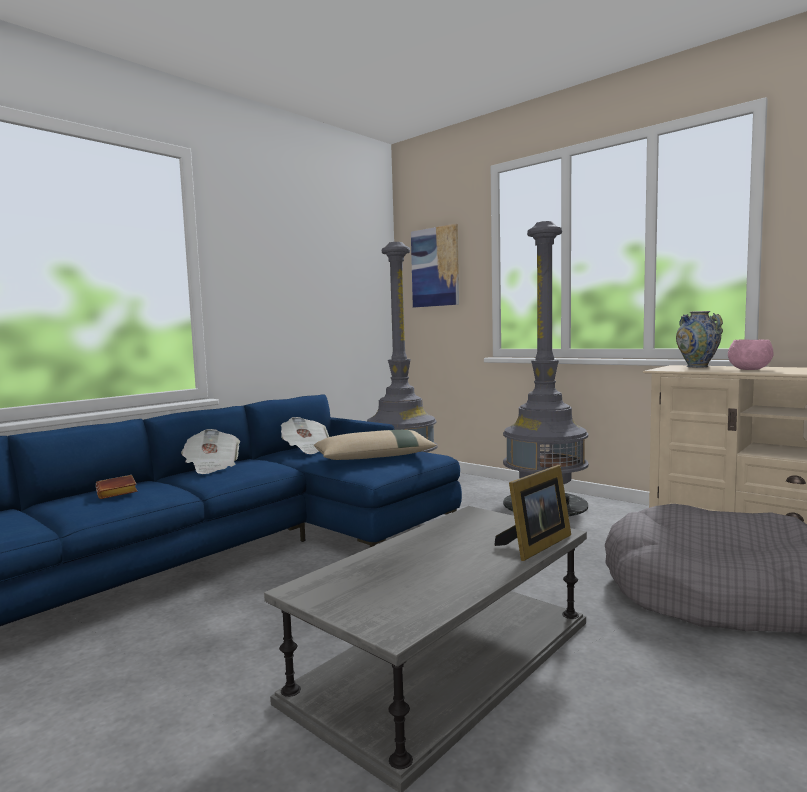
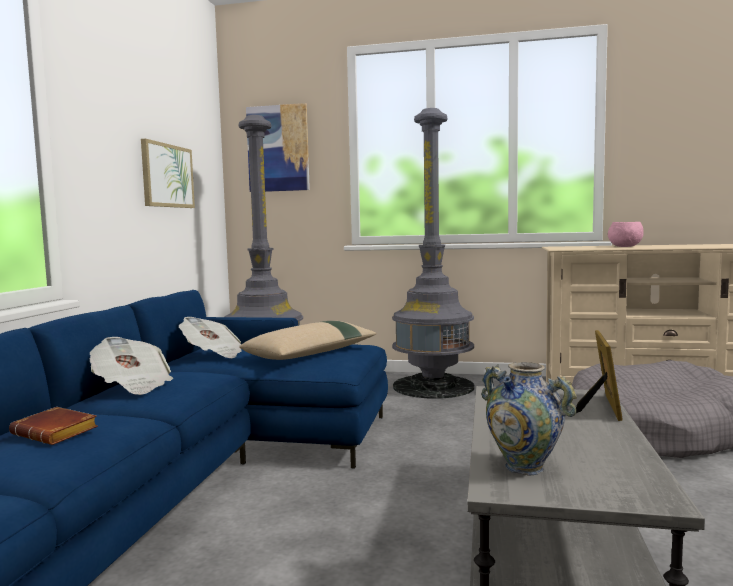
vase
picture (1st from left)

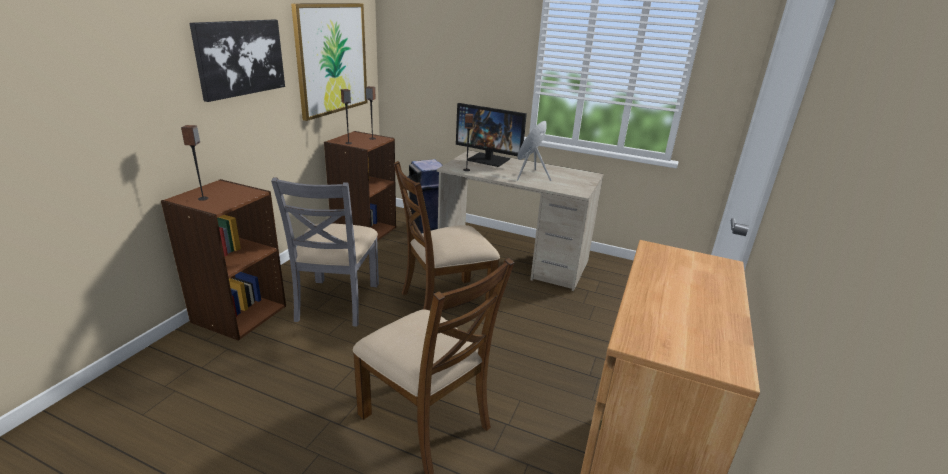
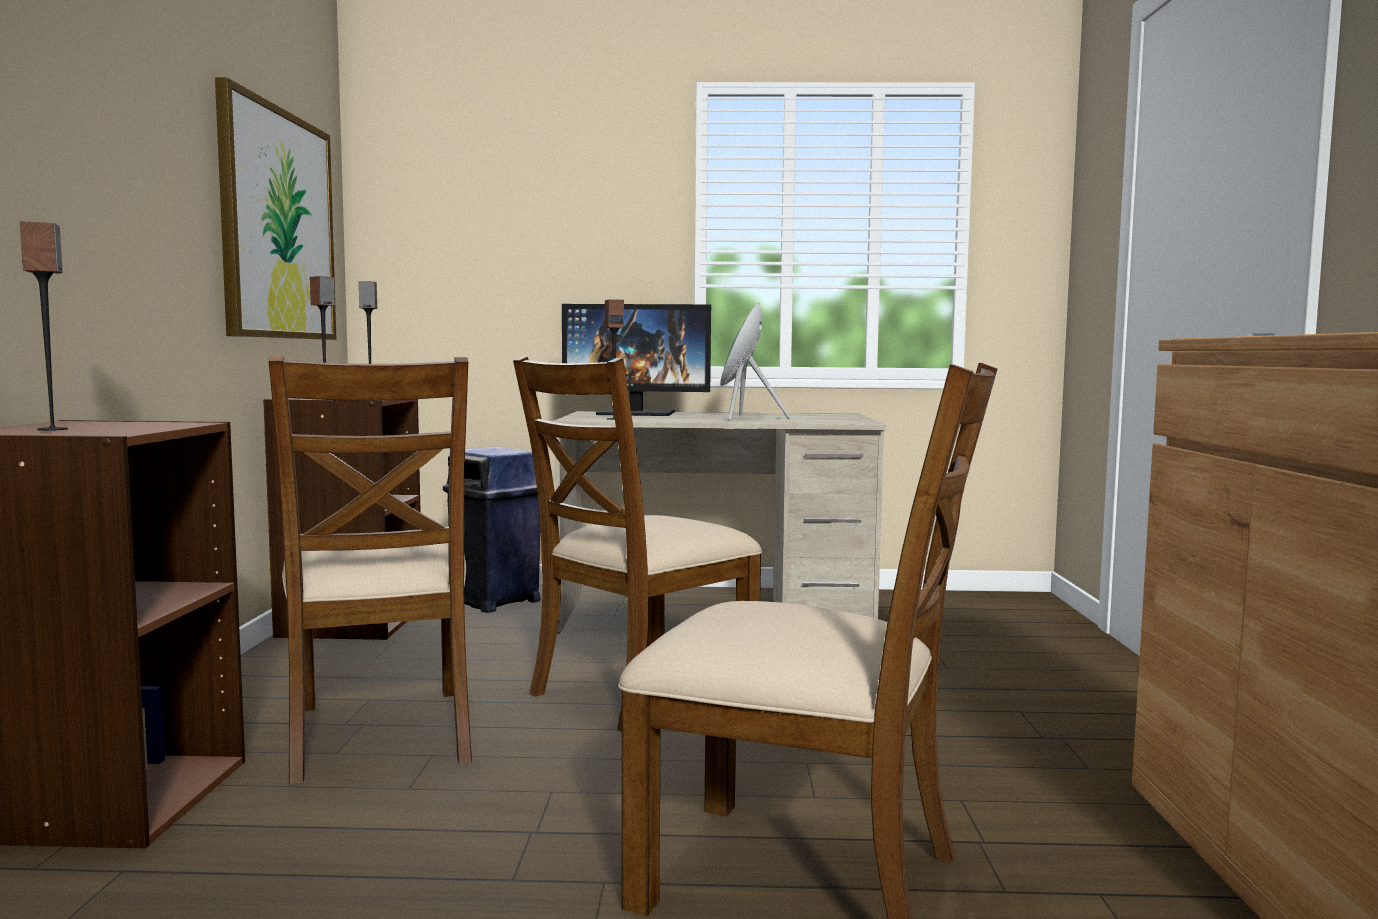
picture (1st from left in the first image)
brown chair (1st from left)

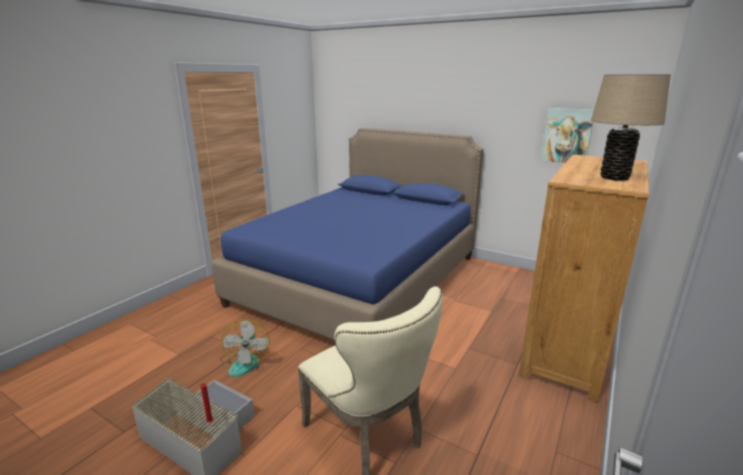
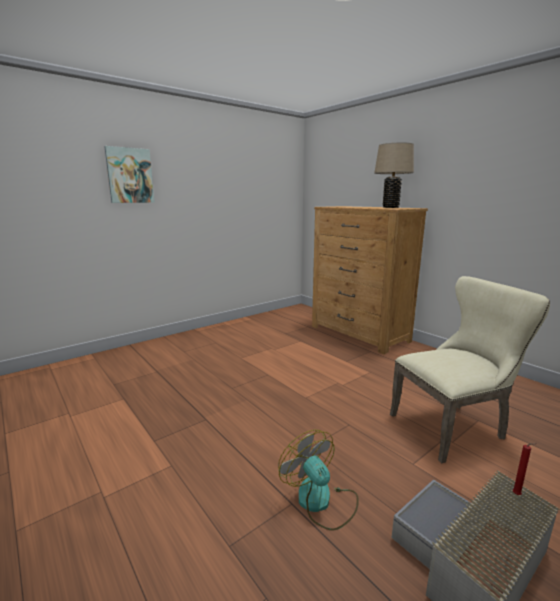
picture
blue bed
fan

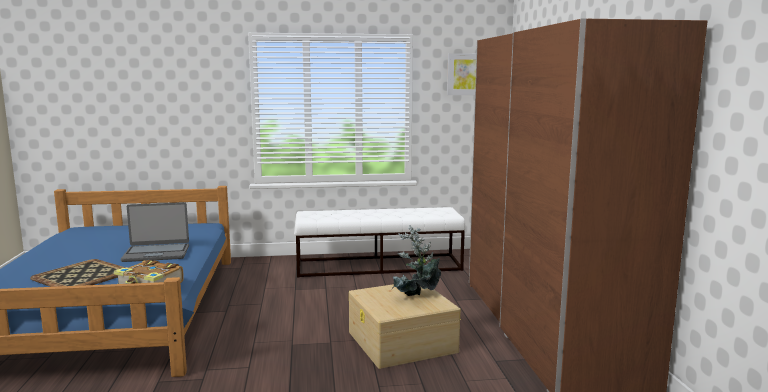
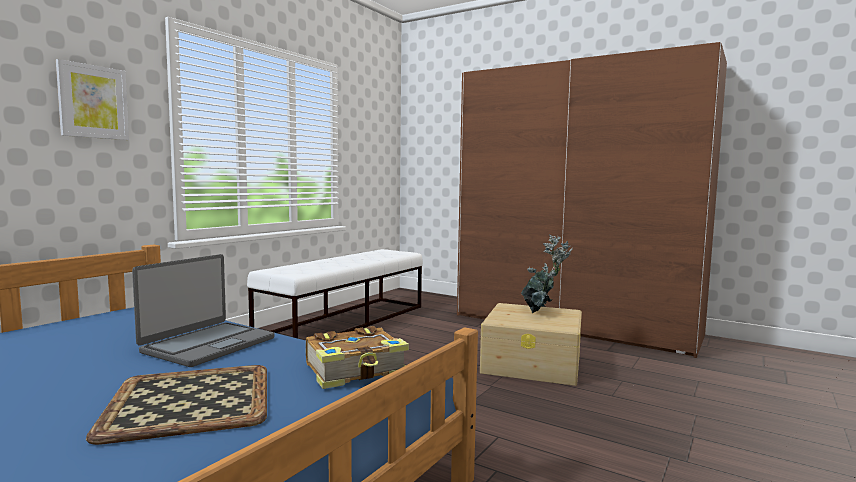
picture

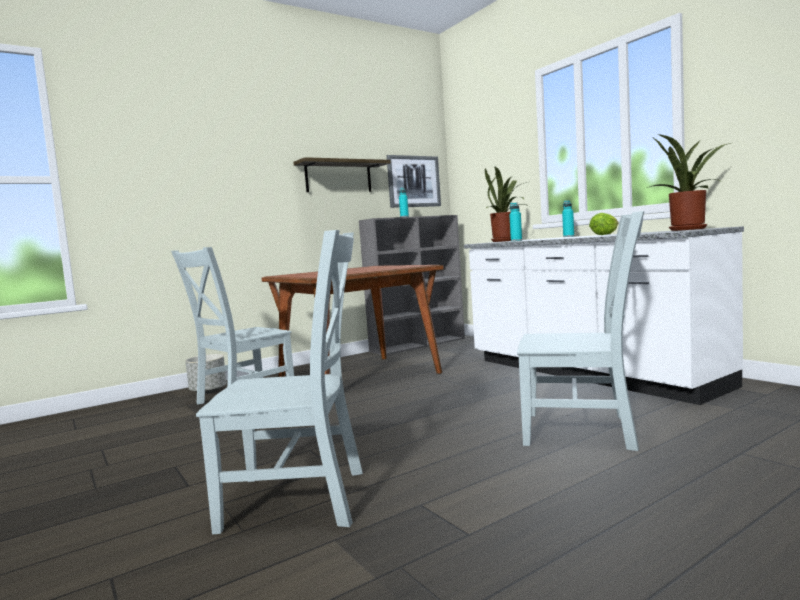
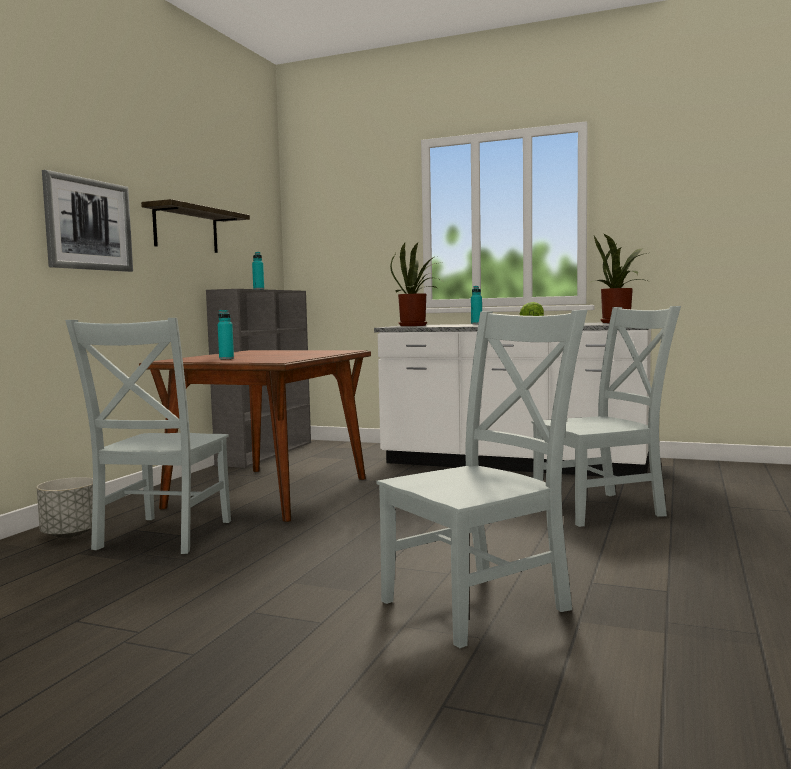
picture
turquoise bottle (1st from left)

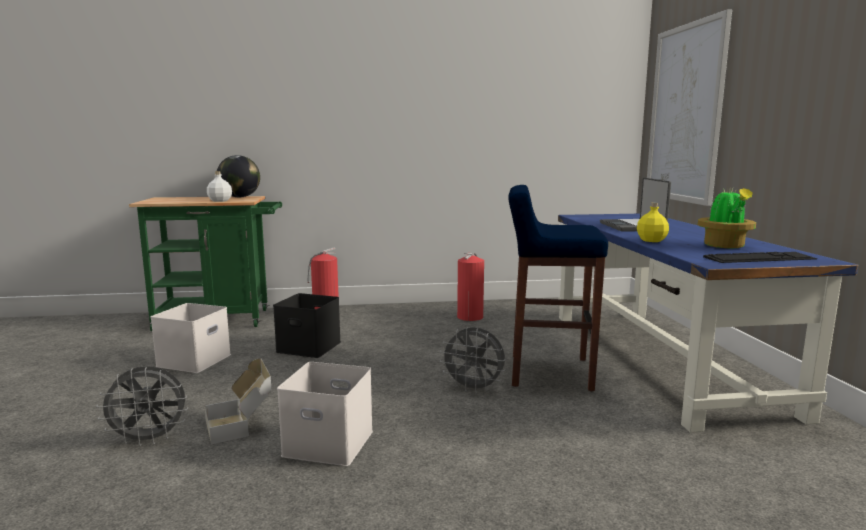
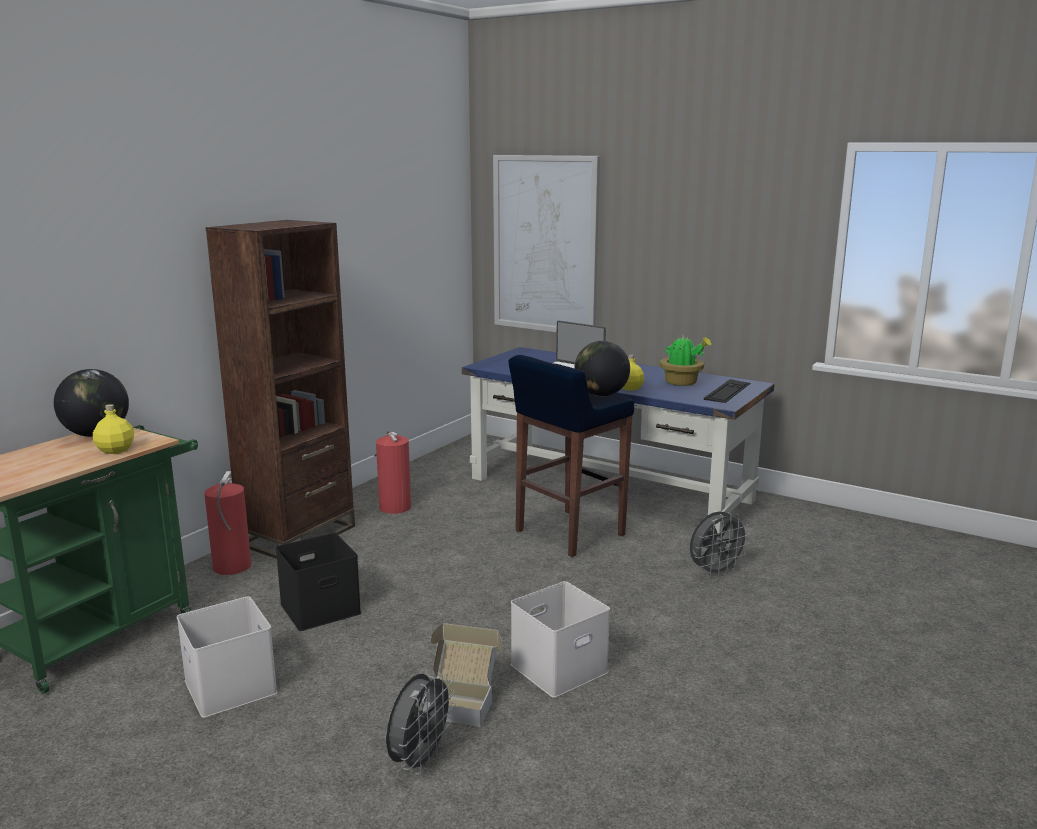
yellow bottle (1st from left)
grey fan (2nd from left)
brown bookcase
globe (2nd from left)

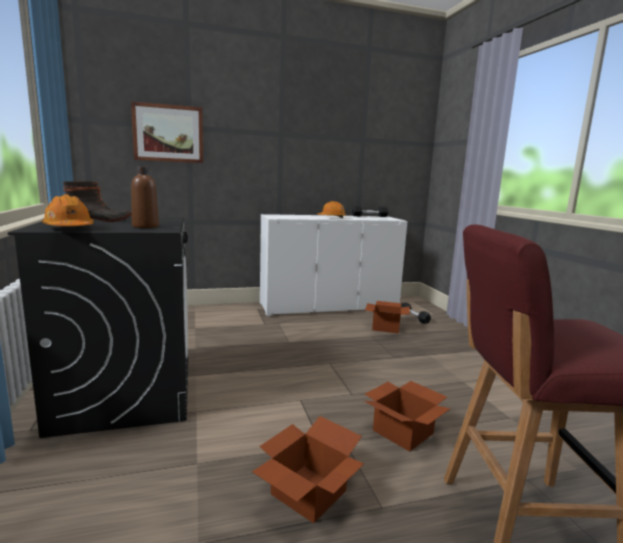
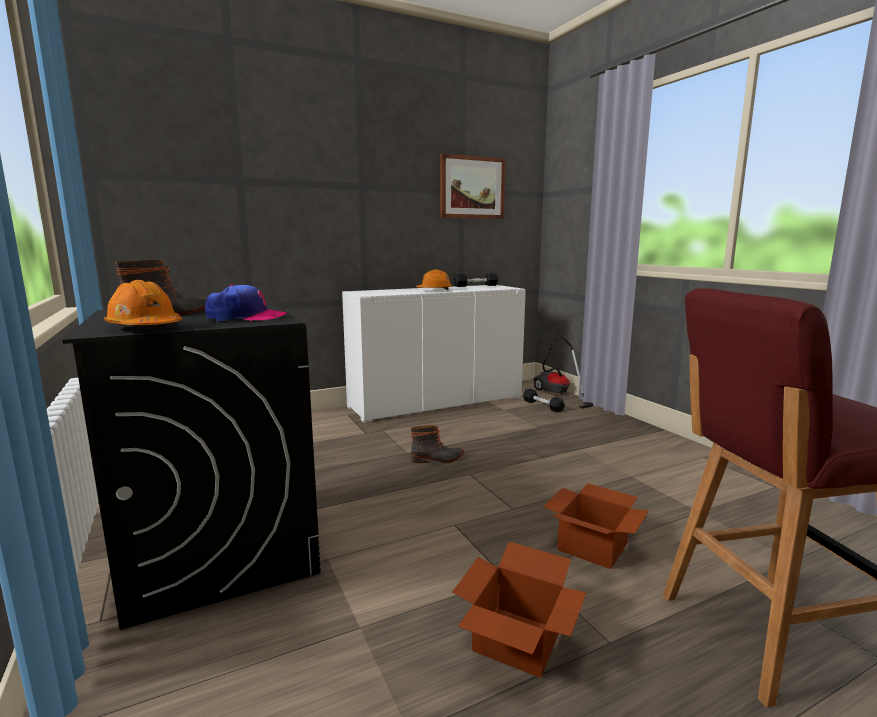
picture
cap
cardboard box (2nd from left in the first image)
vacuum cleaner
boot (2nd from left)

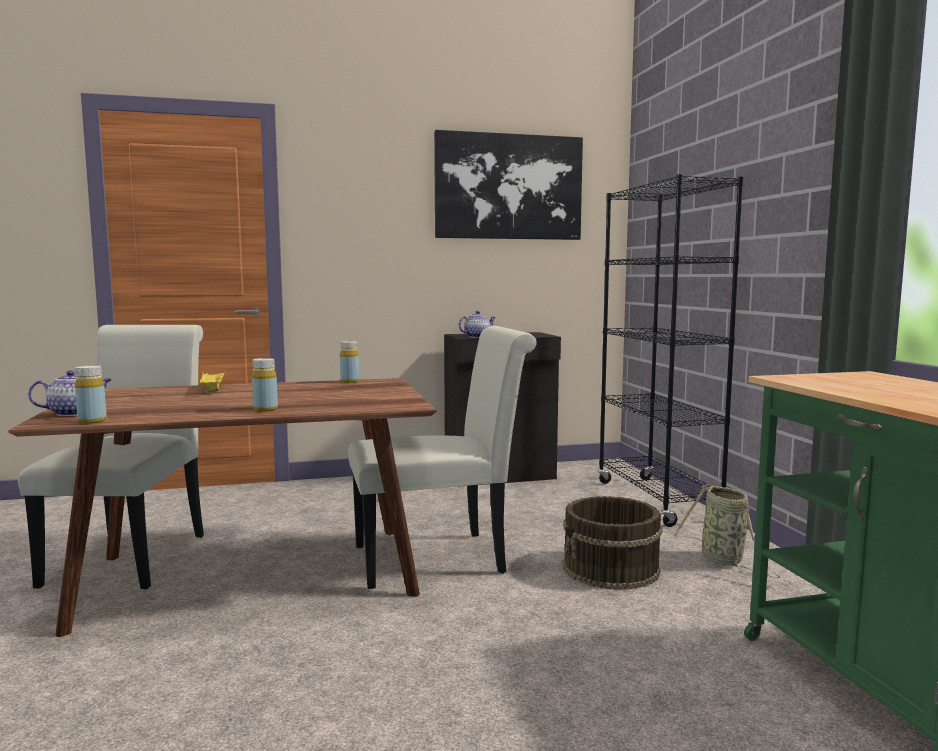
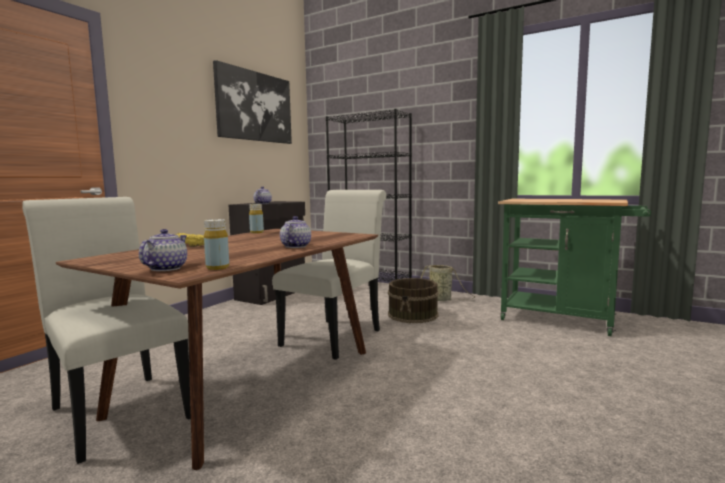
teapot (3rd from left)

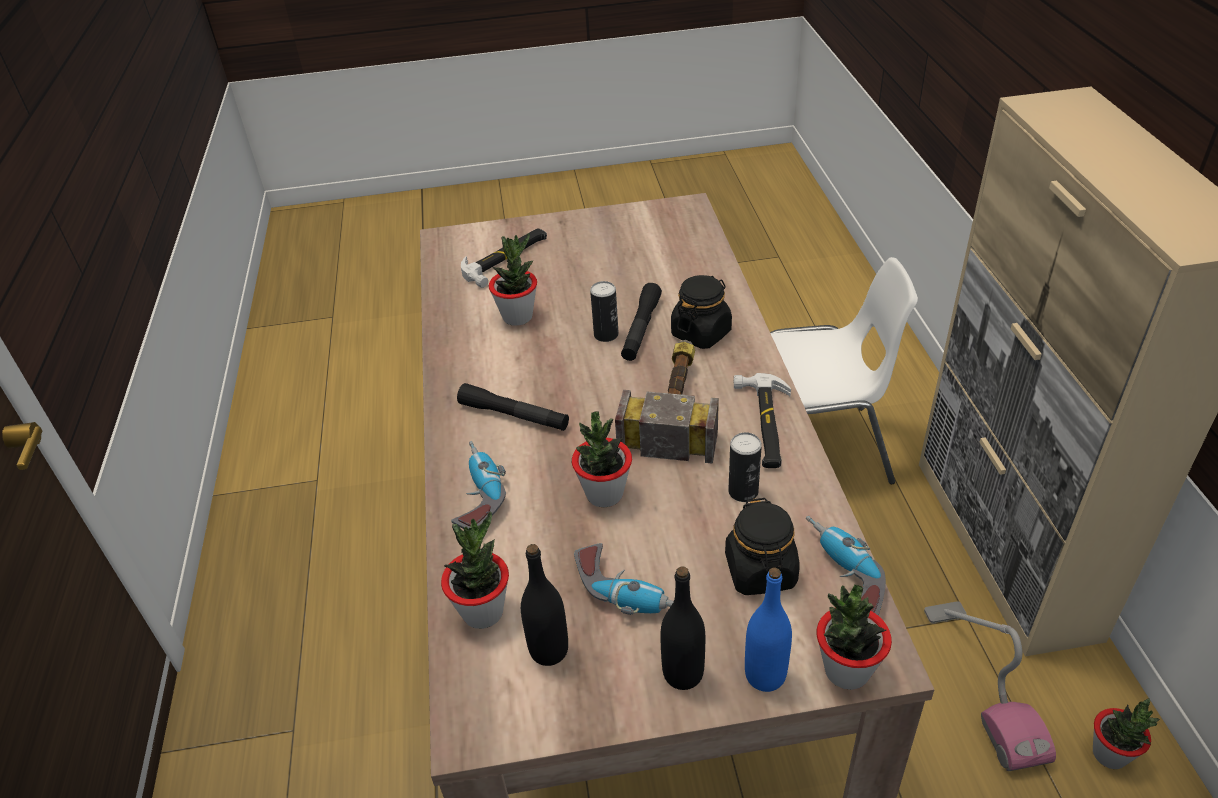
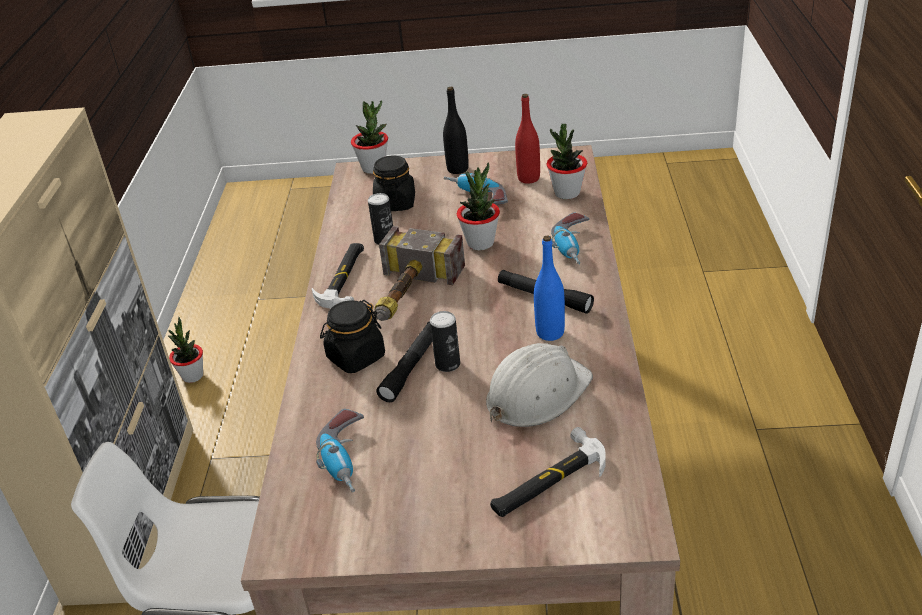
white hard hat
power drill (1st from left)
red bottle
blue bottle
vacuum cleaner

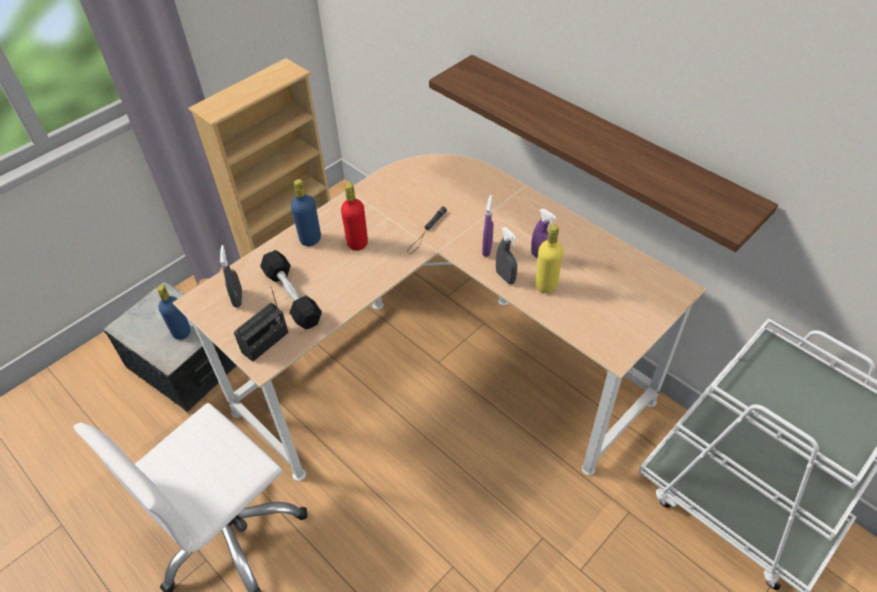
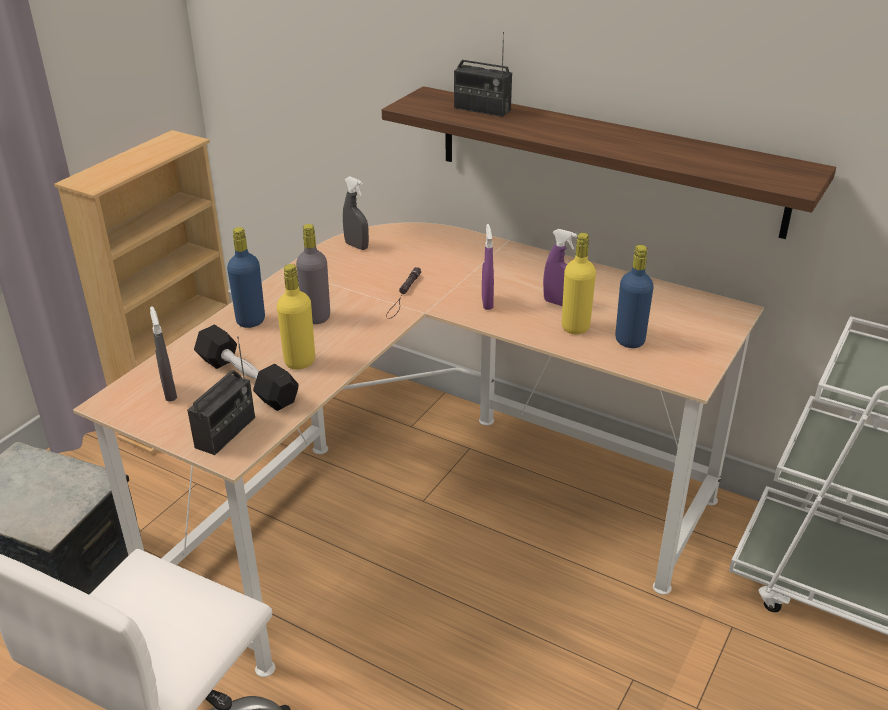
grey bottle
grey spray bottle (2nd from left)
blue bottle (2nd from left)
radio (2nd from left)
yellow bottle (1st from left)

